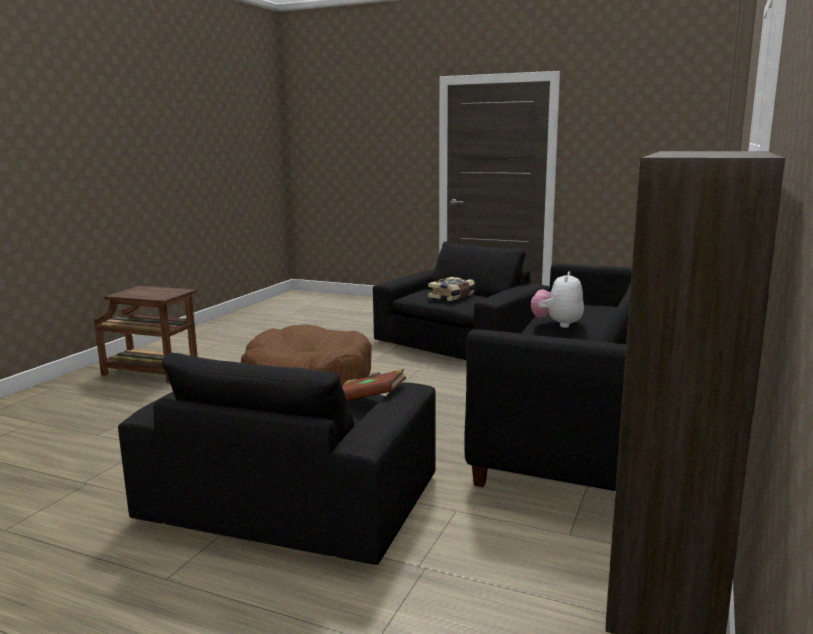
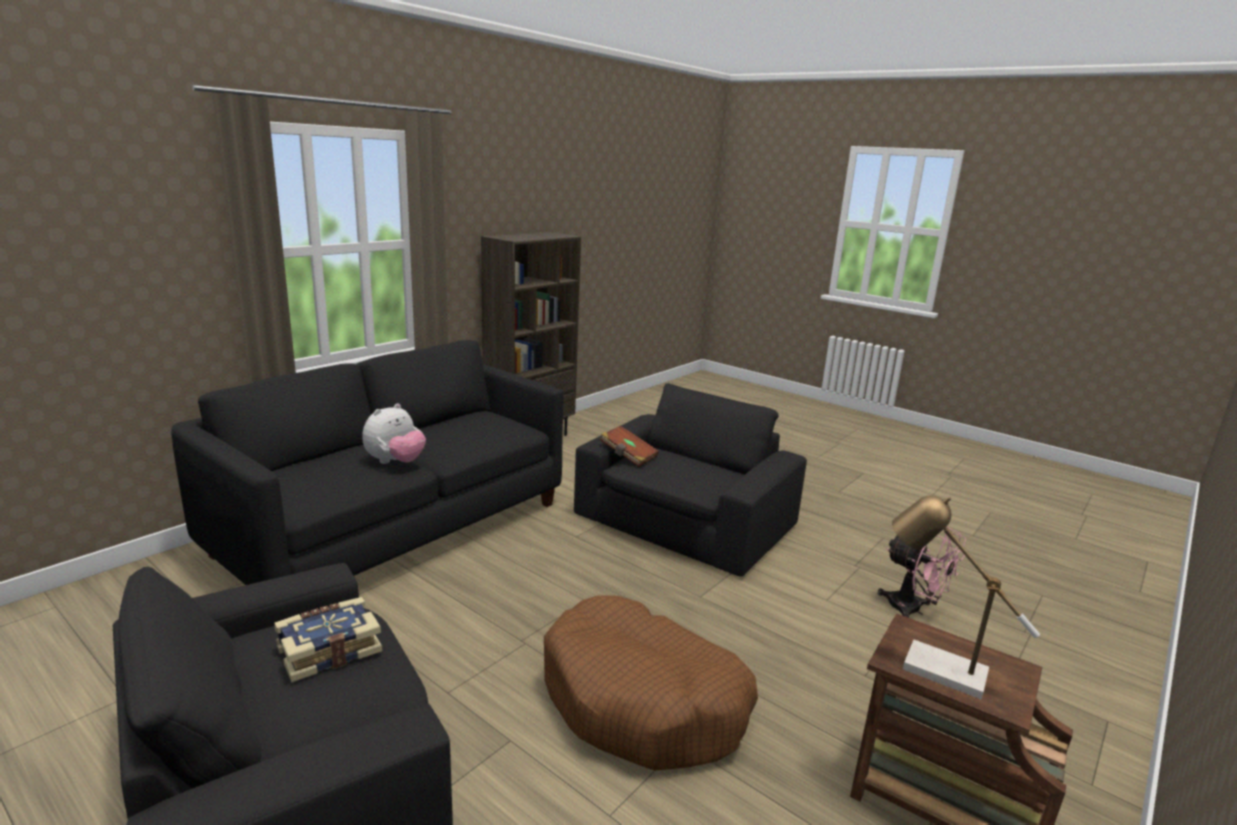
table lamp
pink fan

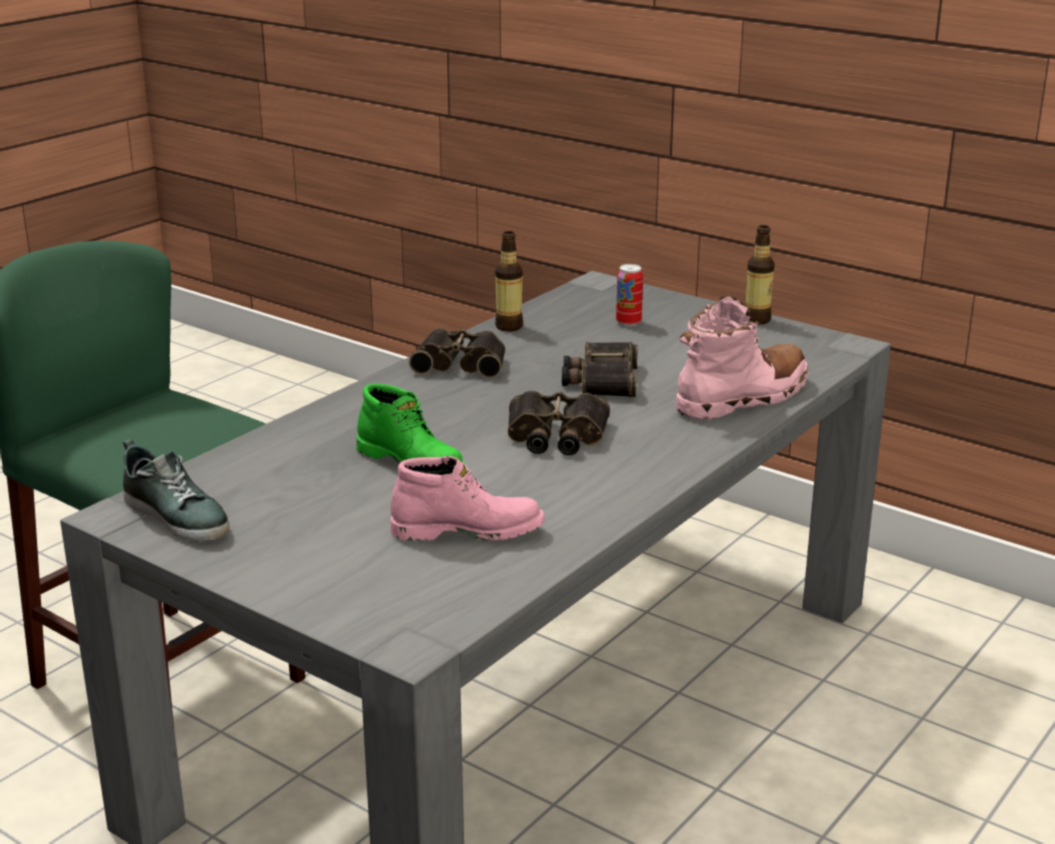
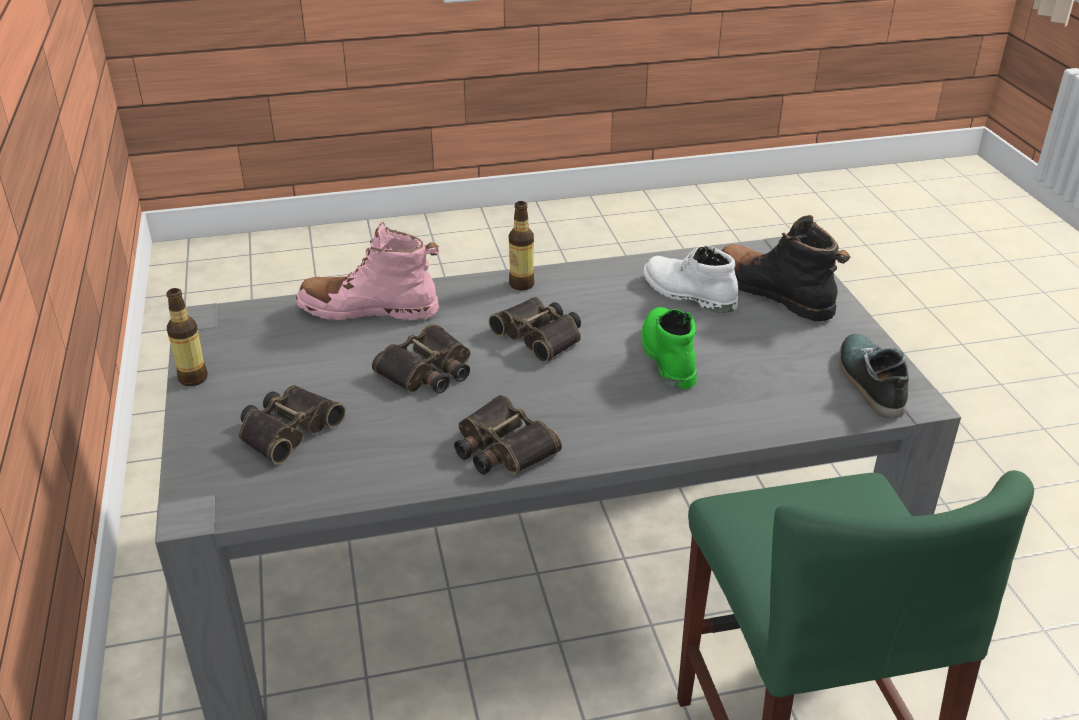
bottle (2nd from left)
binoculars (1st from left)
white boot
black boot

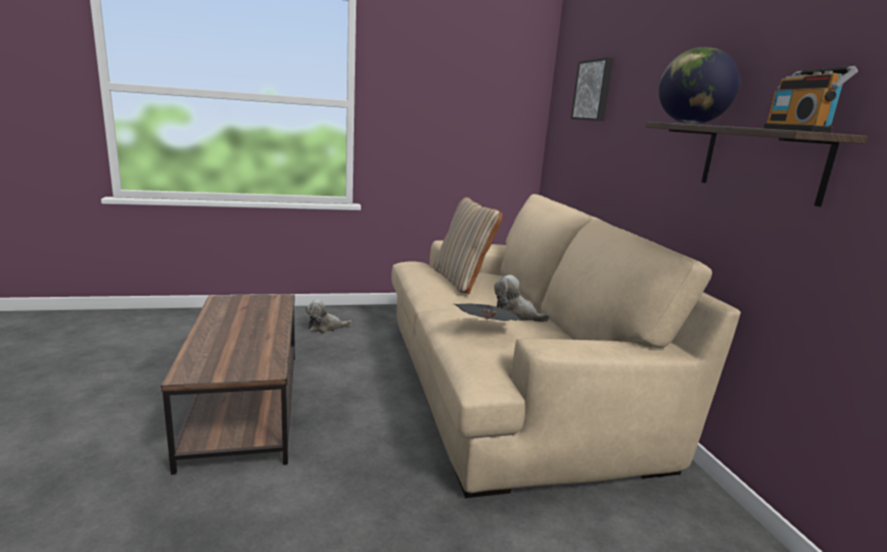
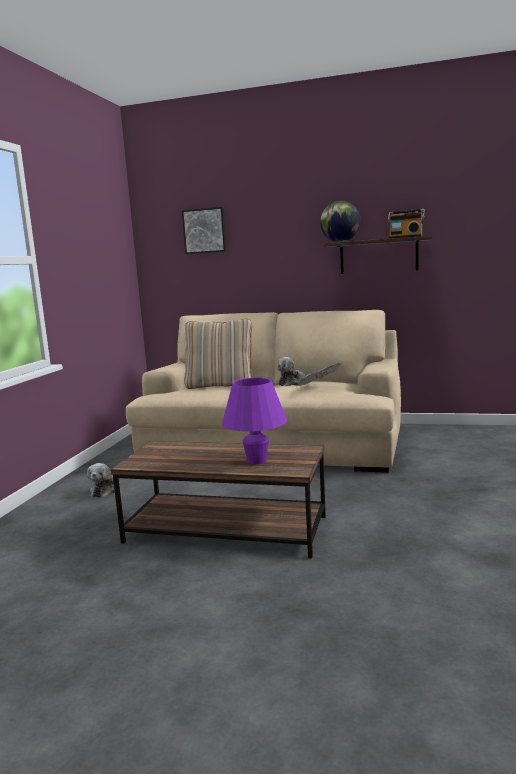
purple table lamp

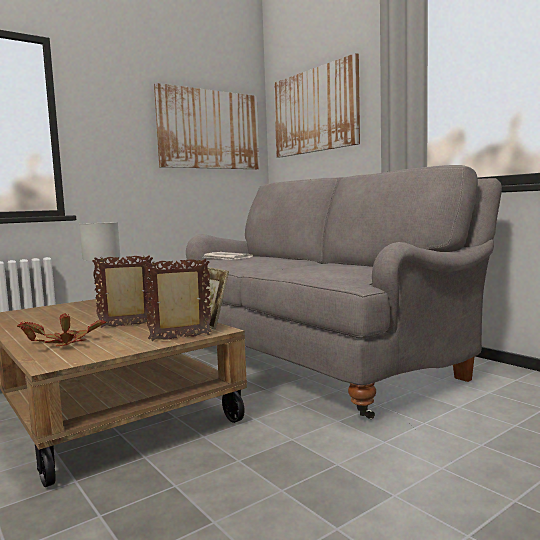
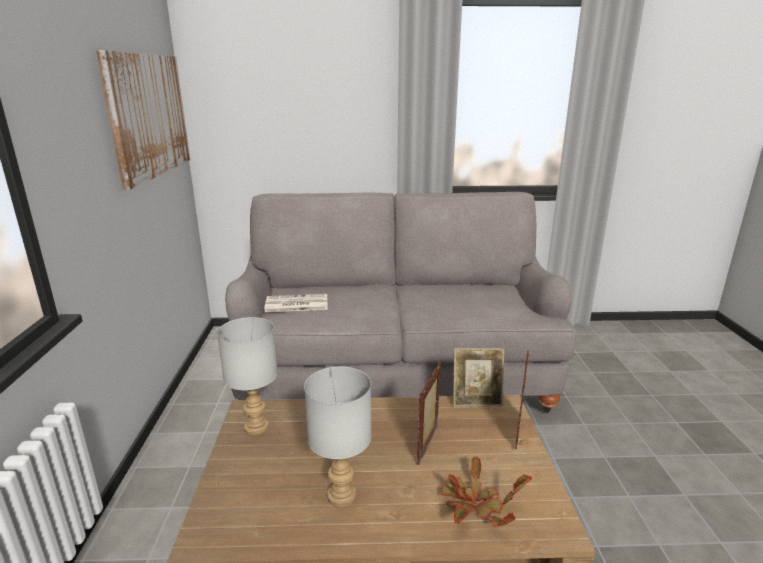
picture (2nd from left in the first image)
grey table lamp (2nd from left)

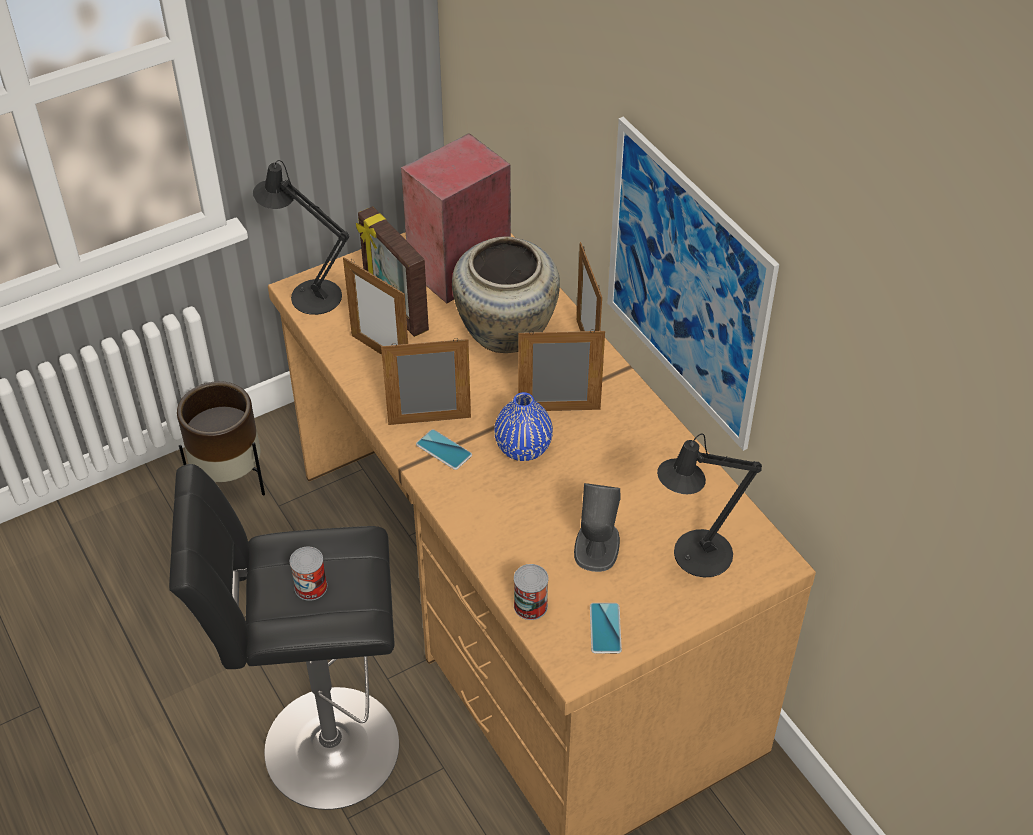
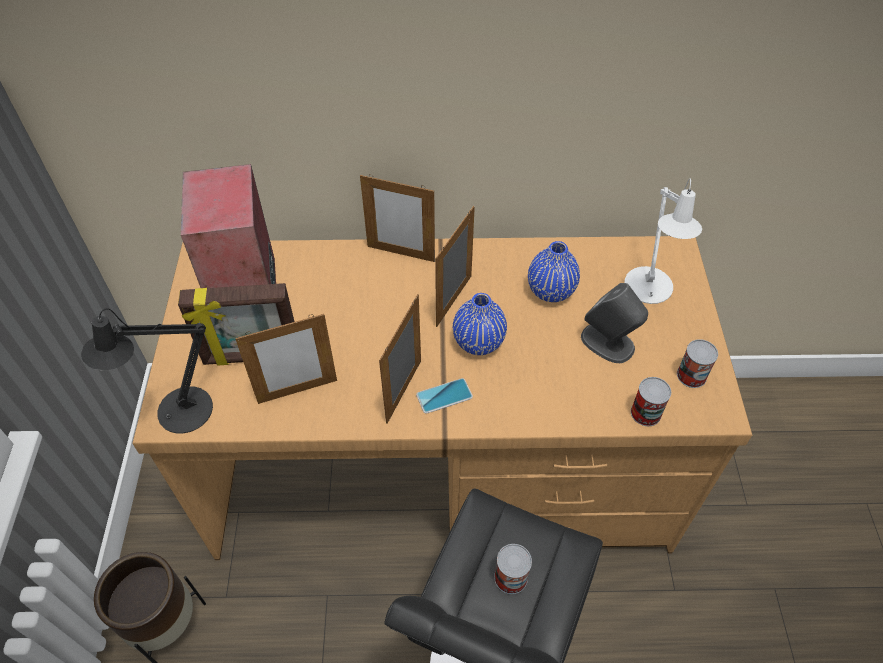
picture
beige vase
white table lamp
can (3rd from left)
blue vase (2nd from left)

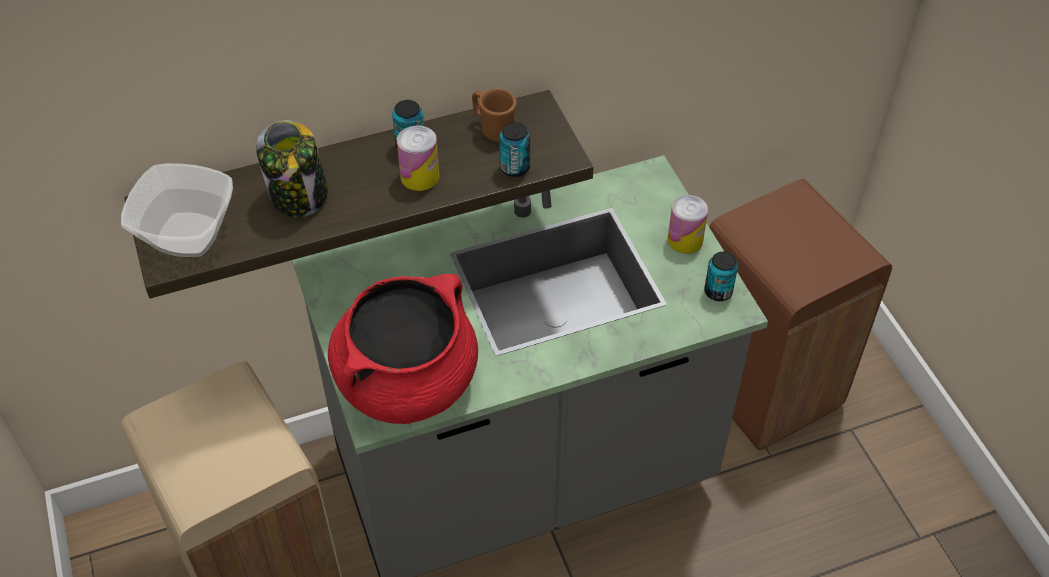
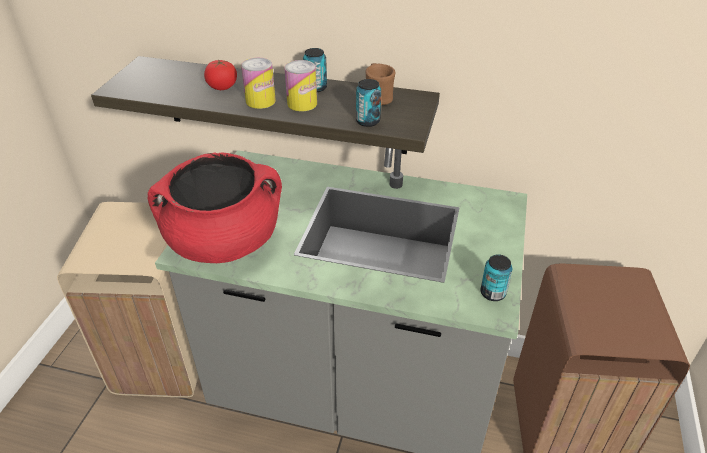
tomato
bowl
can (1st from left)

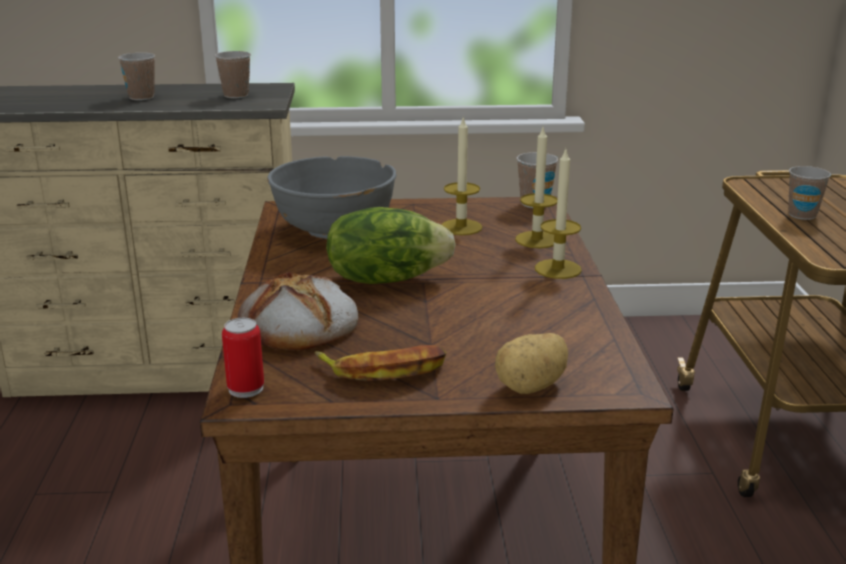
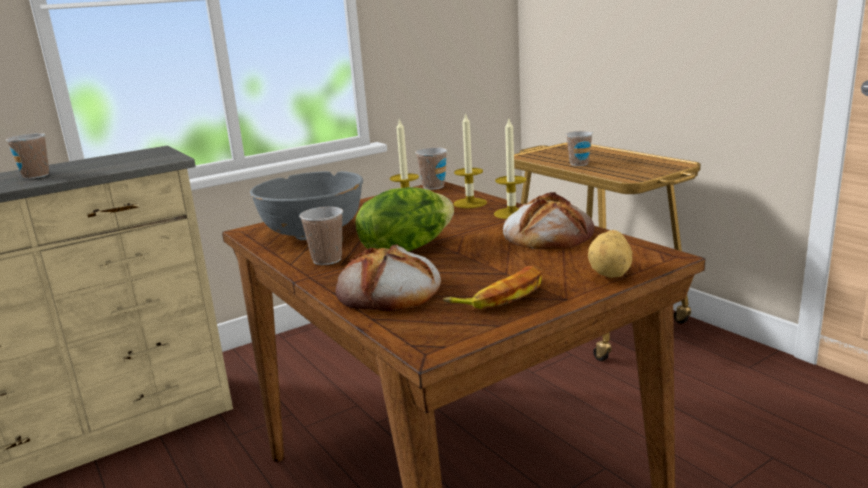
cup (2nd from left)
can
bread (2nd from left)

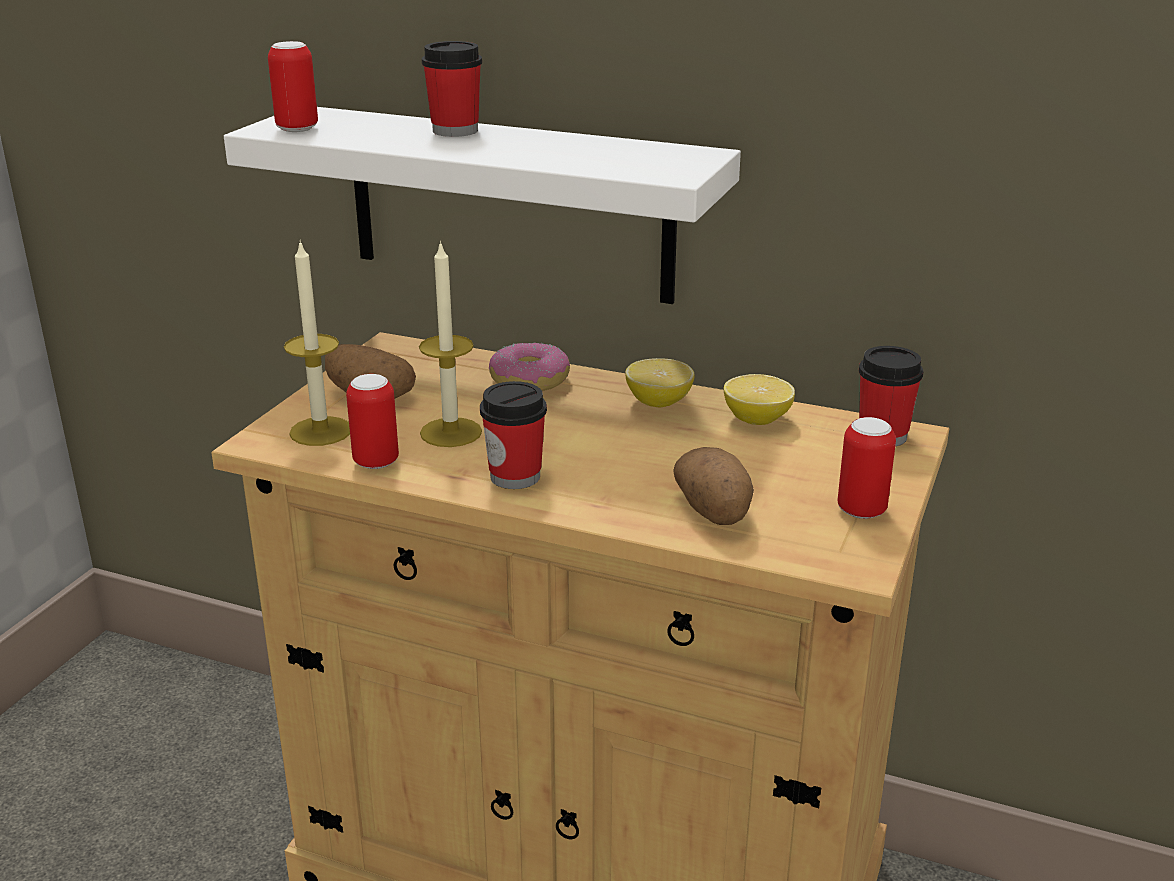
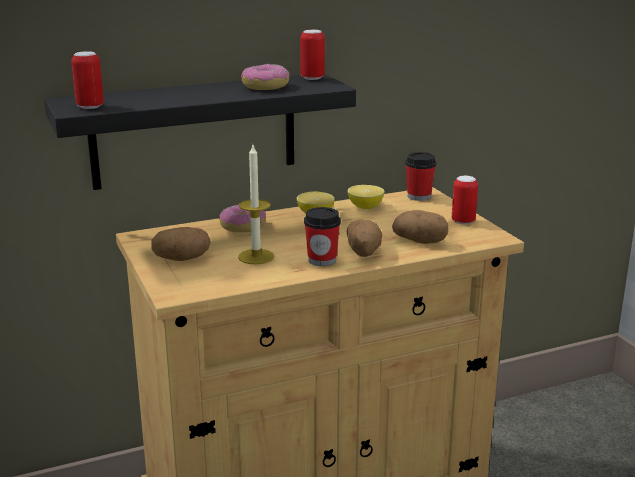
cup (1st from left in the first image)
black shelf
candle (1st from left in the first image)
can (2nd from left)
donut (2nd from left)
potato (2nd from left)

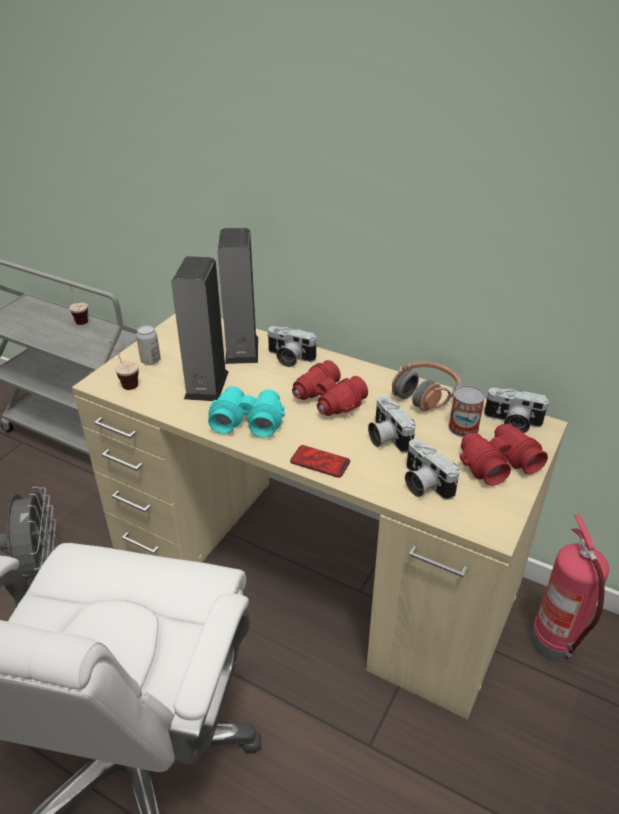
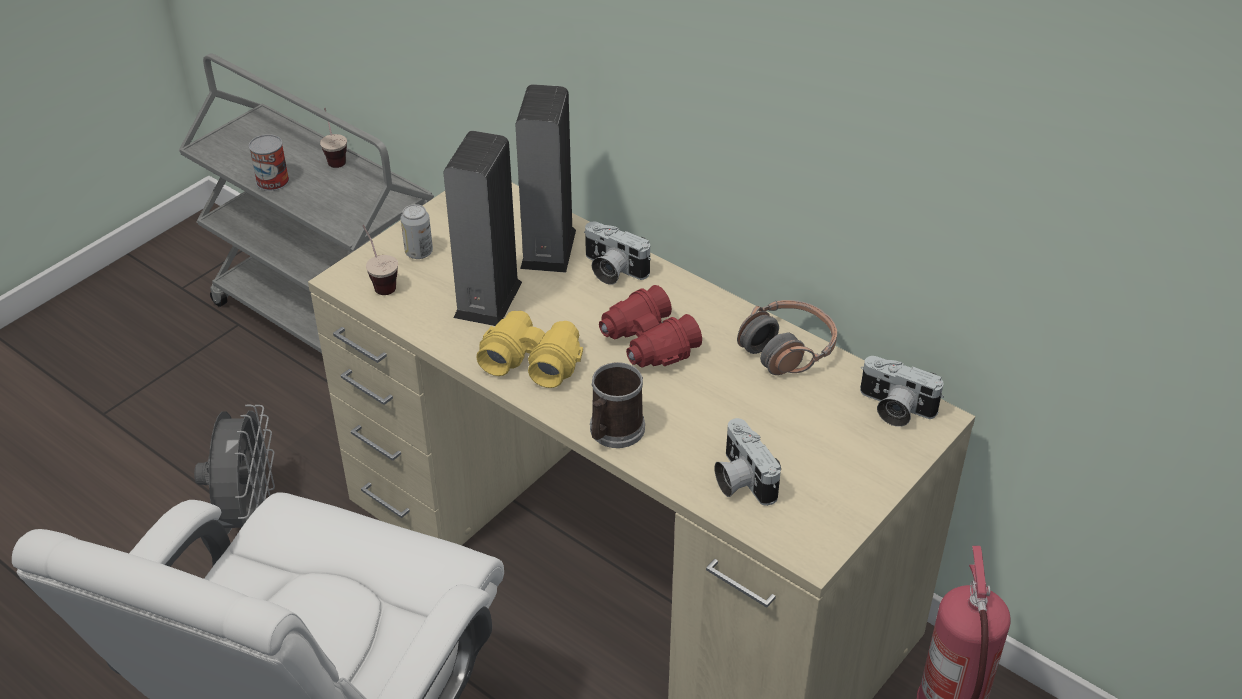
can (1st from left)
yellow binoculars
photo camera (2nd from left in the first image)
red binoculars (2nd from left in the first image)
mug

